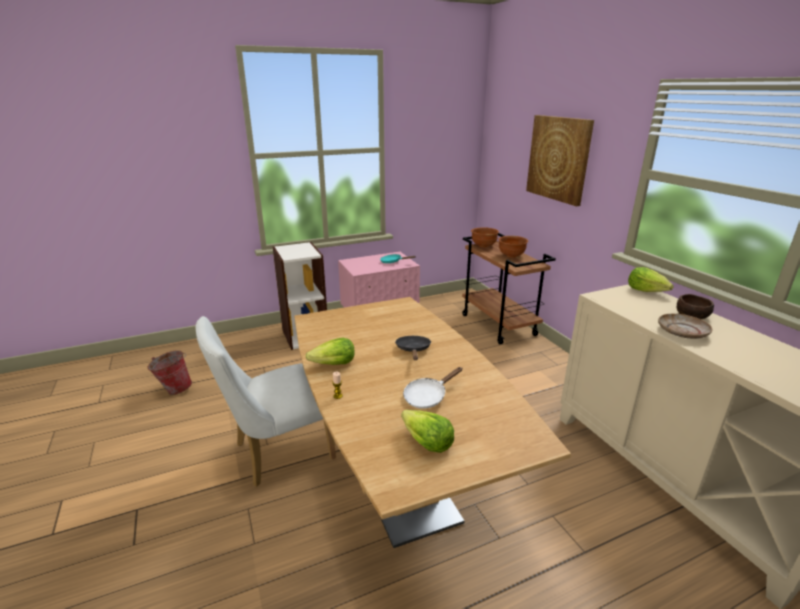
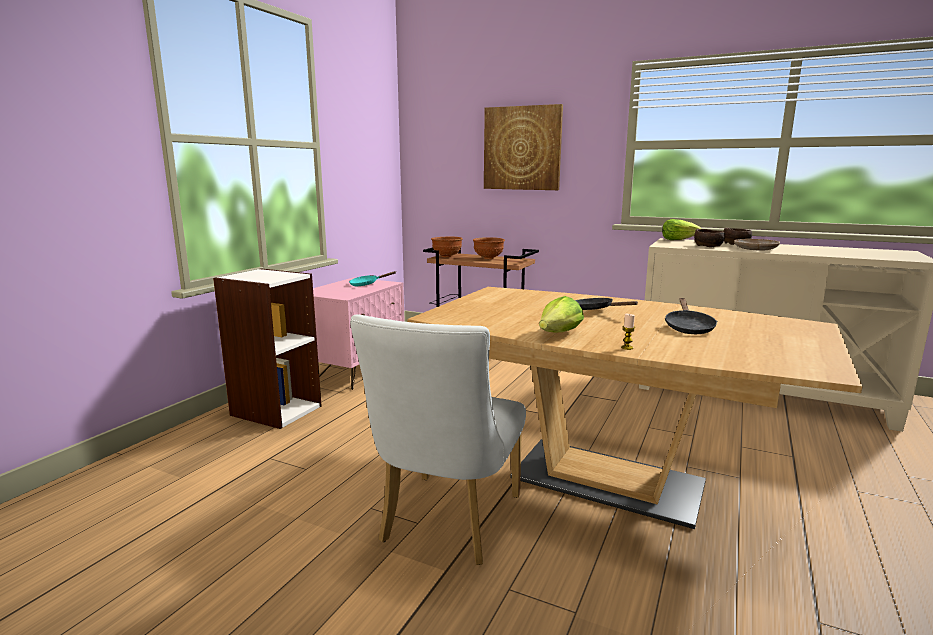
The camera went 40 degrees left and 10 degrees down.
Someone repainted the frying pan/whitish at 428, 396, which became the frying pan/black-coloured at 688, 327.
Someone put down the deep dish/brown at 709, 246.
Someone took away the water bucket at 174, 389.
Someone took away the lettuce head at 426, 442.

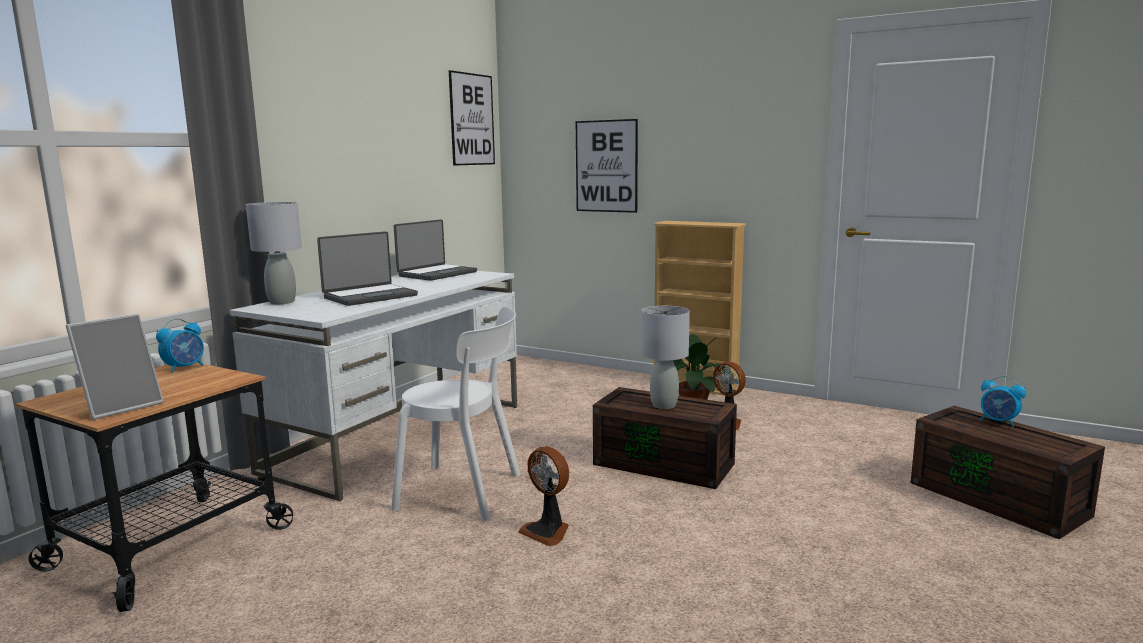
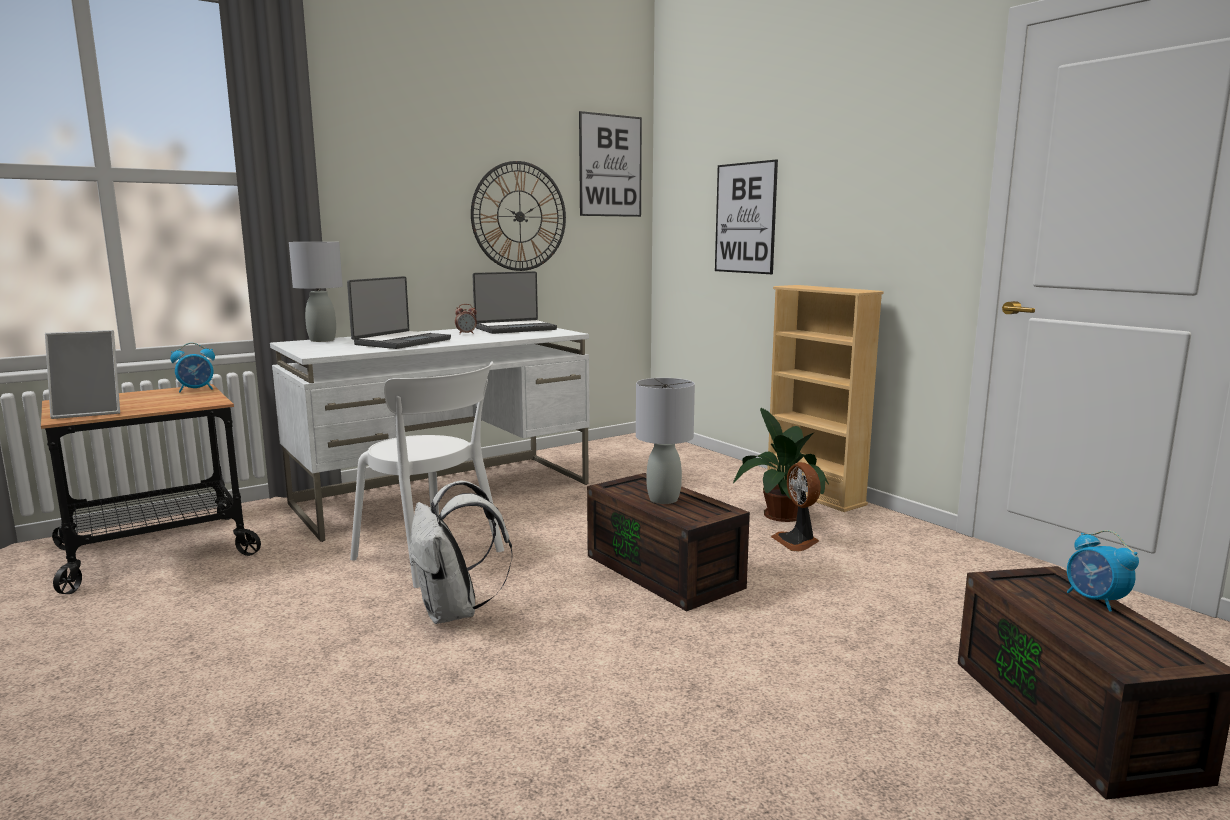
The camera went 25 degrees right and 0 degrees up.
Someone rotated the portable computer at 369, 296 by 45 degrees counterclockwise.
Someone swapped the electric fan at 547, 531 for the rucksack/whitish at 454, 612.
Someone put down the table clock at 466, 333.
Someone put up the hanging clock at 519, 216.

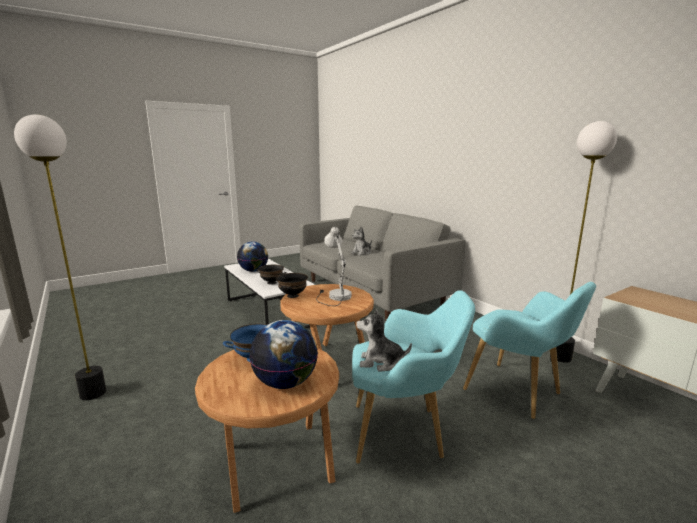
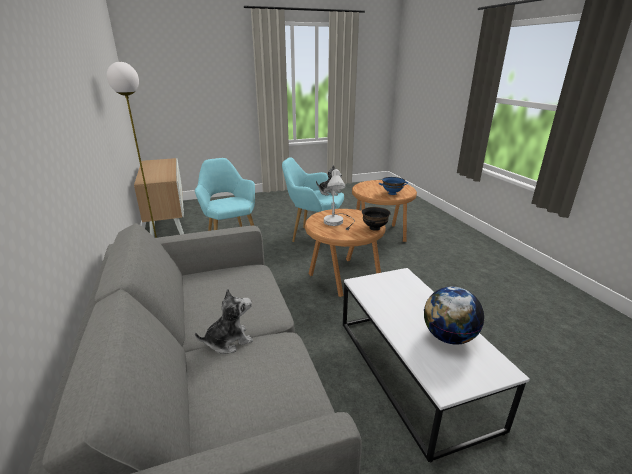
The camera went 165 degrees left and 10 degrees up.
Someone took away the floor lamp at 93, 393.
Someone took away the globe at 286, 383.
Someone took away the deep dish/black-coloured at 272, 282.

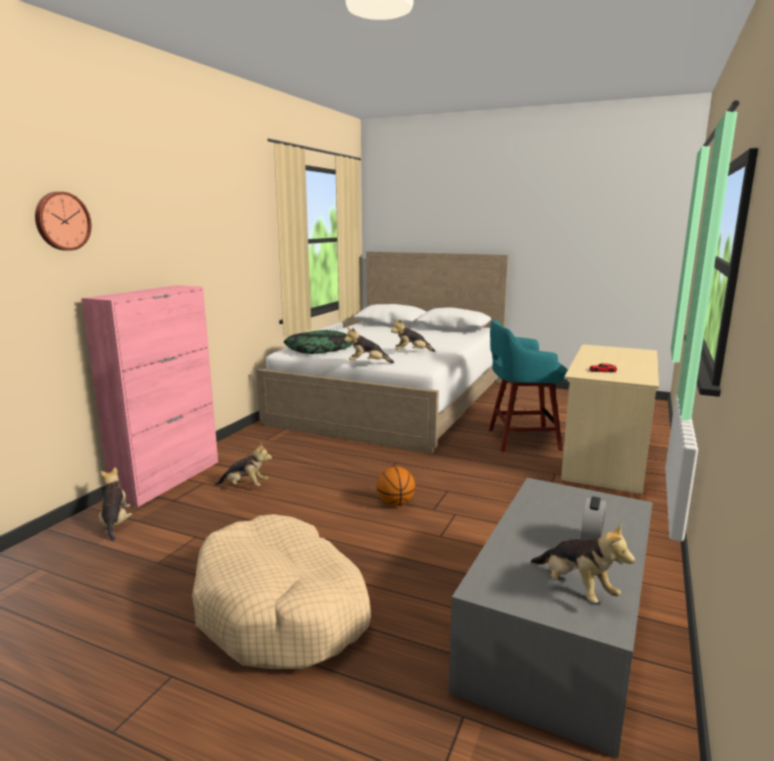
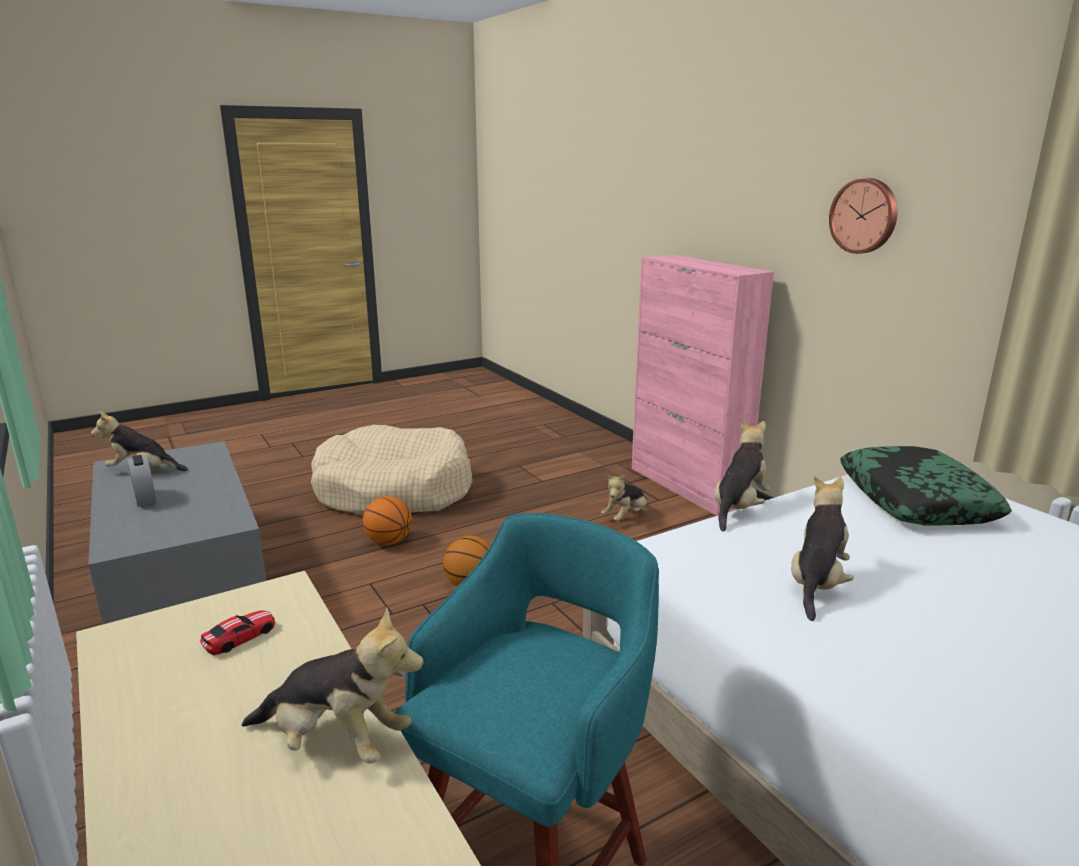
The camera went 125 degrees right and 5 degrees up.
Someone carried the plush toy from 116, 523 to 336, 742.
Someone put down the ball for basketball at 389, 541.
Someone carried the hanging clock from 61, 221 to 864, 216.

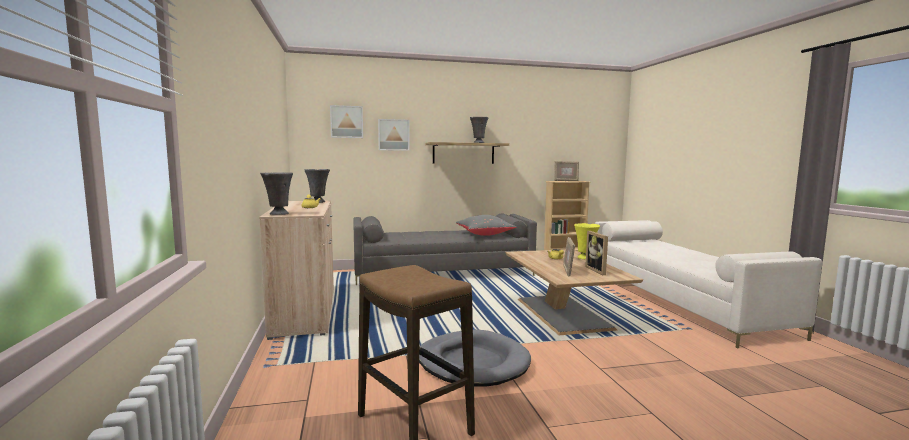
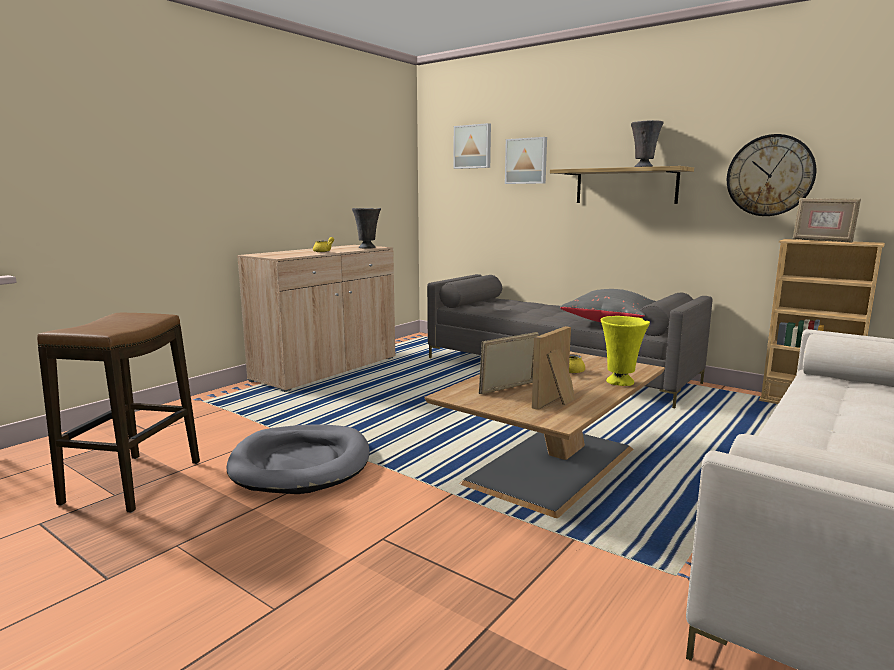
The camera went 50 degrees right and 5 degrees up.
Someone put up the hanging clock at 770, 175.
Someone took away the flower vase/gray at 278, 214.

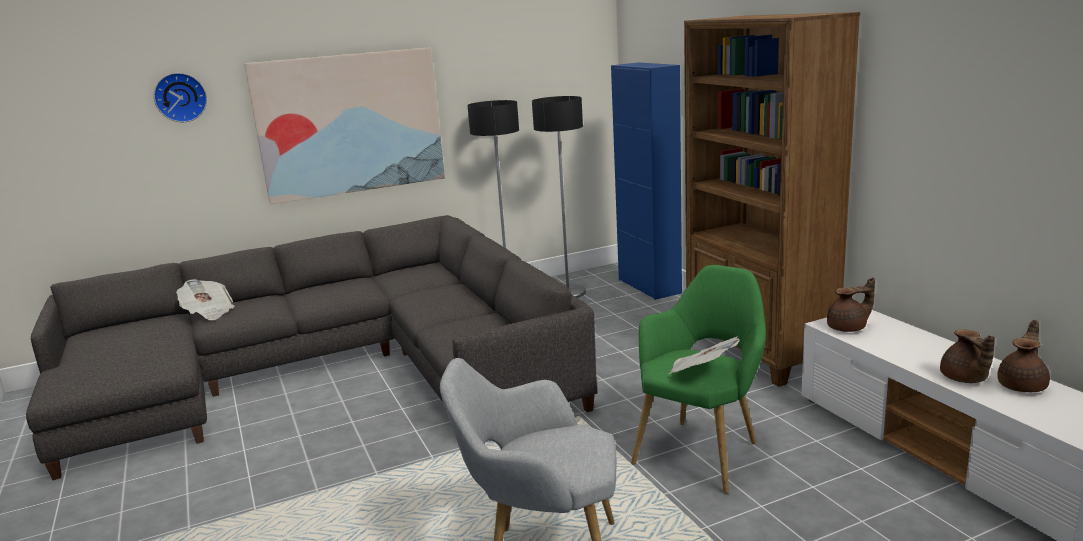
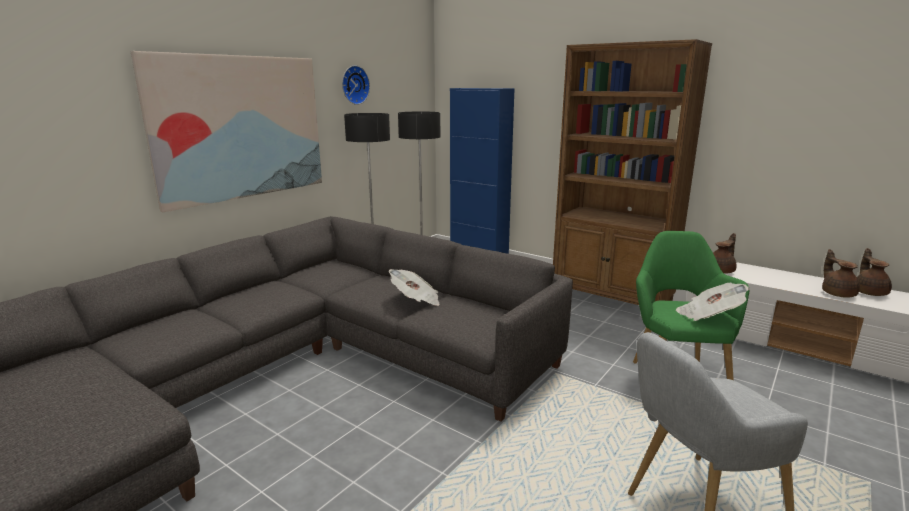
The camera went 30 degrees left and 0 degrees up.
Someone carried the hanging clock from 180, 97 to 354, 85.
Someone carried the daily paper from 208, 312 to 416, 300.
Someone rotated the pot for tea/brown at 964, 379 by 150 degrees counterclockwise.

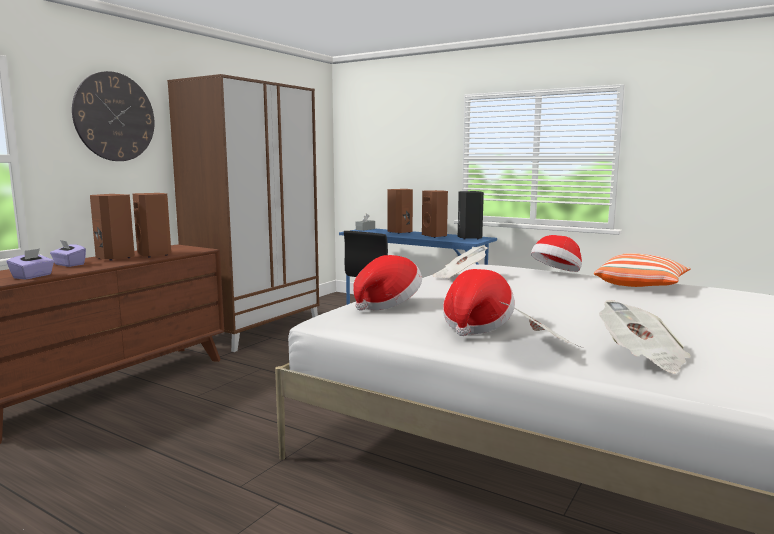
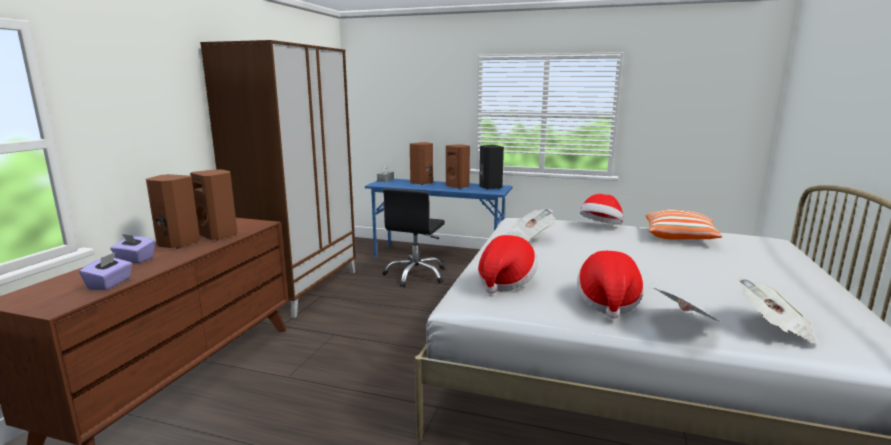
The camera went 15 degrees left and 5 degrees up.
Someone took away the hanging clock at 114, 117.

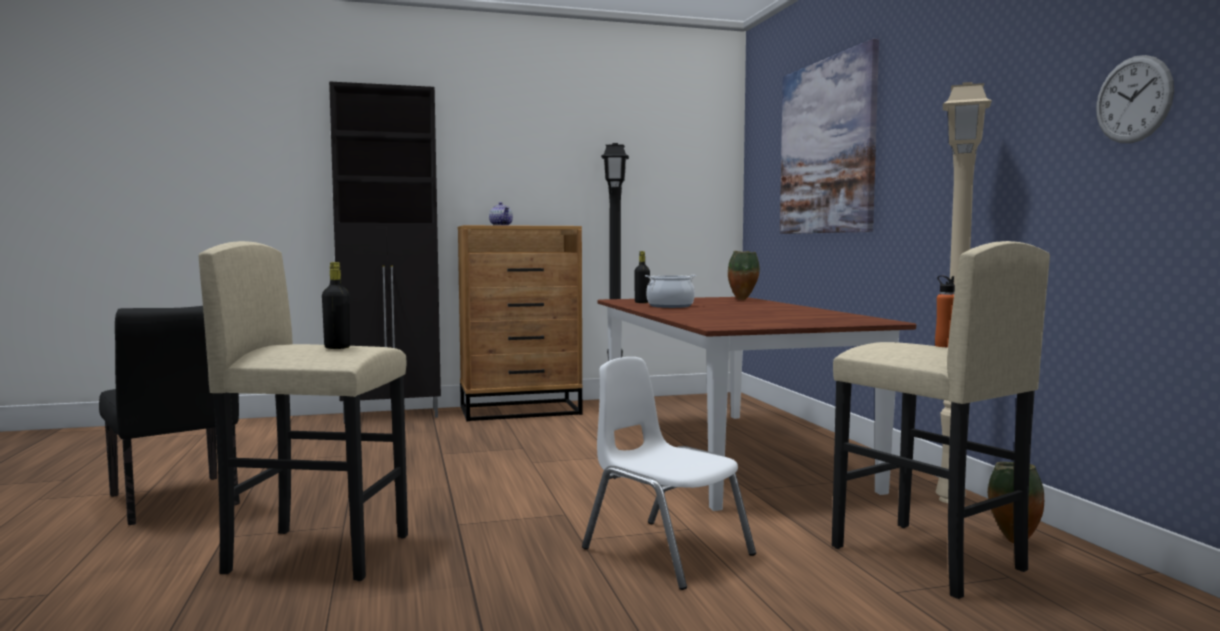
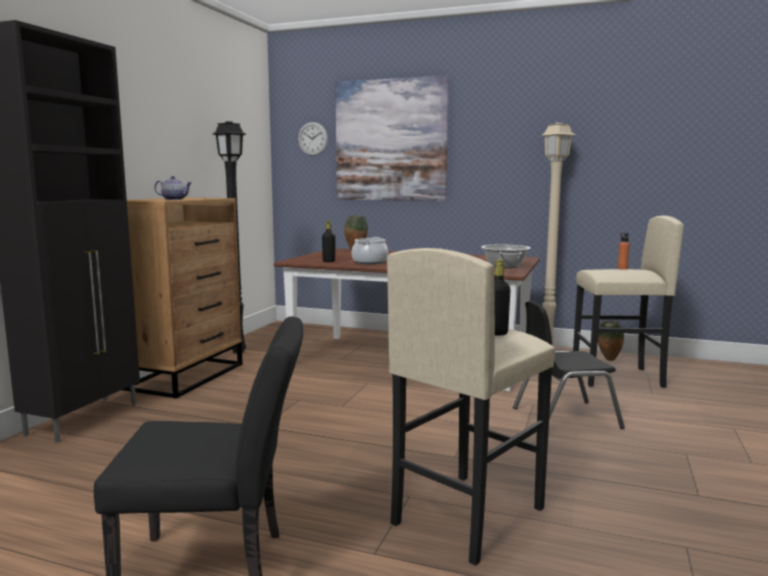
The camera went 55 degrees left and 5 degrees up.
Someone carried the hanging clock from 1133, 99 to 313, 139.
Someone put down the cooking pot at 505, 266.
Someone repainted the plain chair/whitish at 666, 552, which became the plain chair/black-coloured at 564, 417.

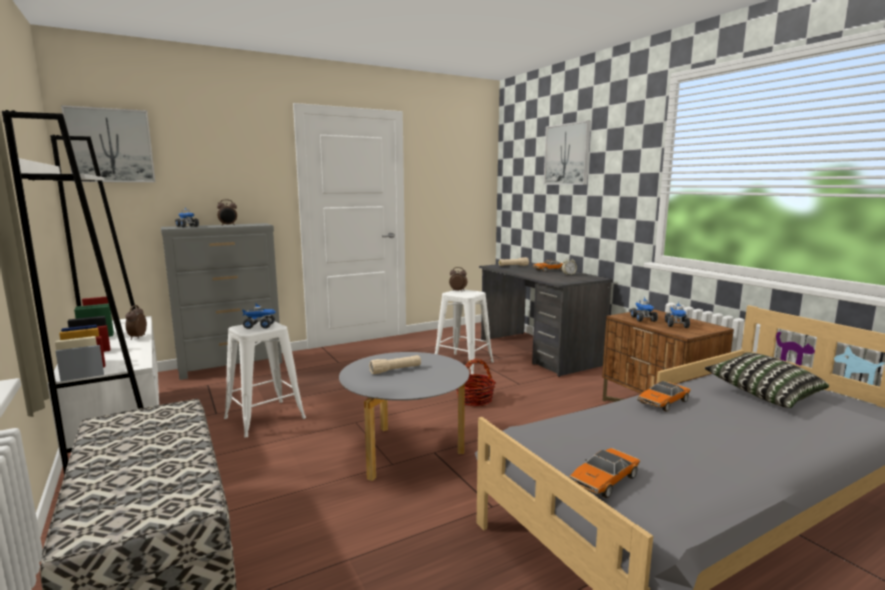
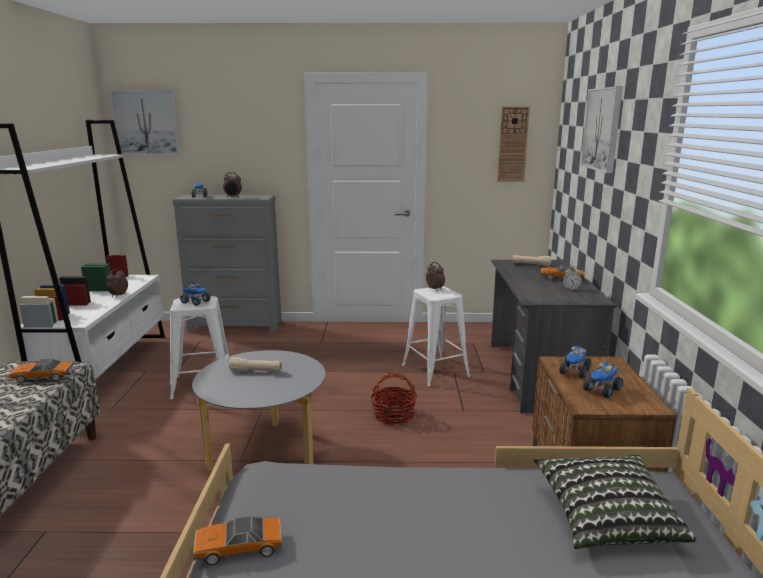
The camera went 30 degrees right and 5 degrees up.
Someone carried the model car from 663, 402 to 43, 377.
Someone put up the hanging clock at 512, 144.

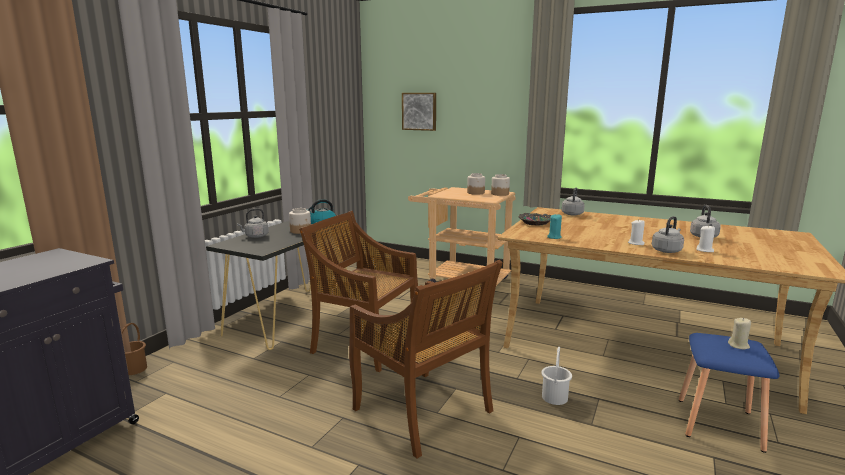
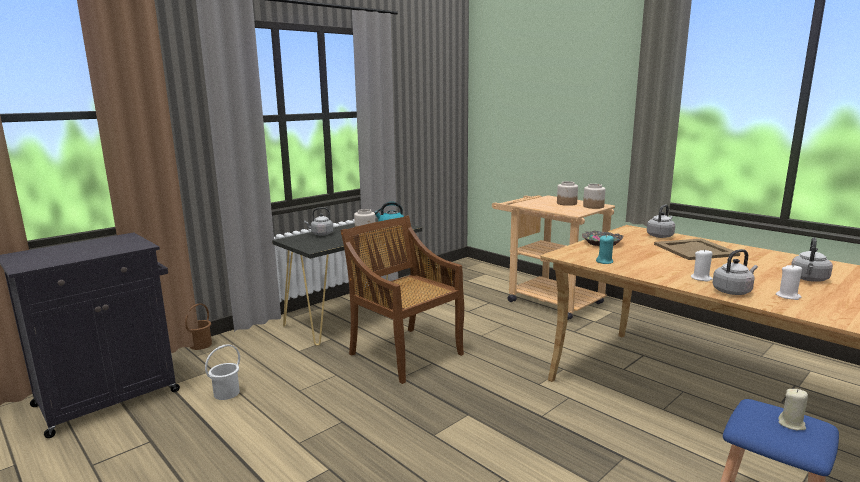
The camera went 20 degrees right and 0 degrees up.
Someone carried the water bucket/whitish from 555, 397 to 227, 393.
Someone put down the tray/sand-coloured at 696, 250.
Someone took away the plain chair/brown at 424, 412.
Someone took away the picture at 419, 111.

